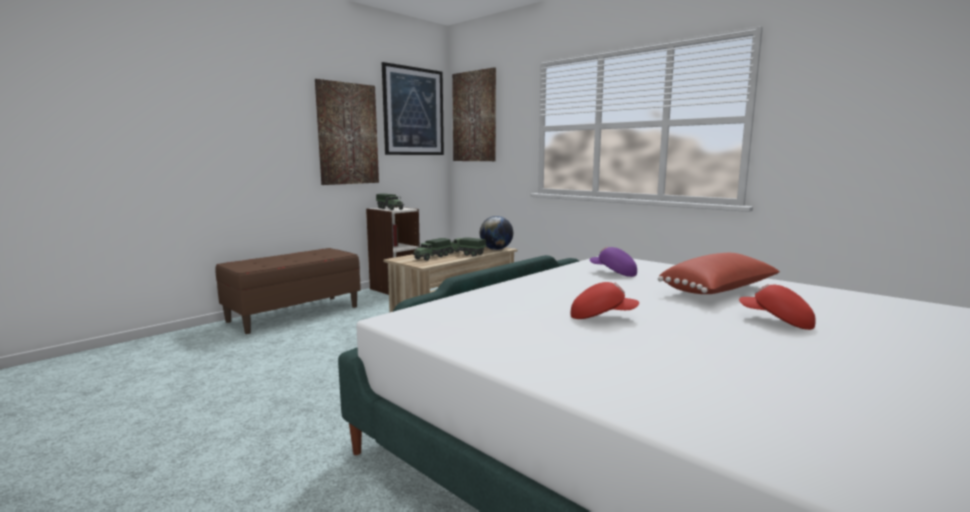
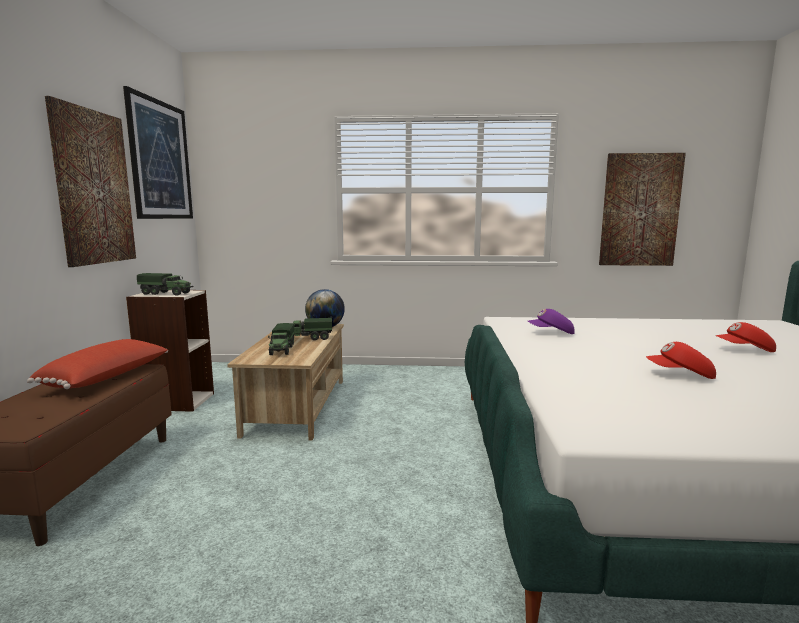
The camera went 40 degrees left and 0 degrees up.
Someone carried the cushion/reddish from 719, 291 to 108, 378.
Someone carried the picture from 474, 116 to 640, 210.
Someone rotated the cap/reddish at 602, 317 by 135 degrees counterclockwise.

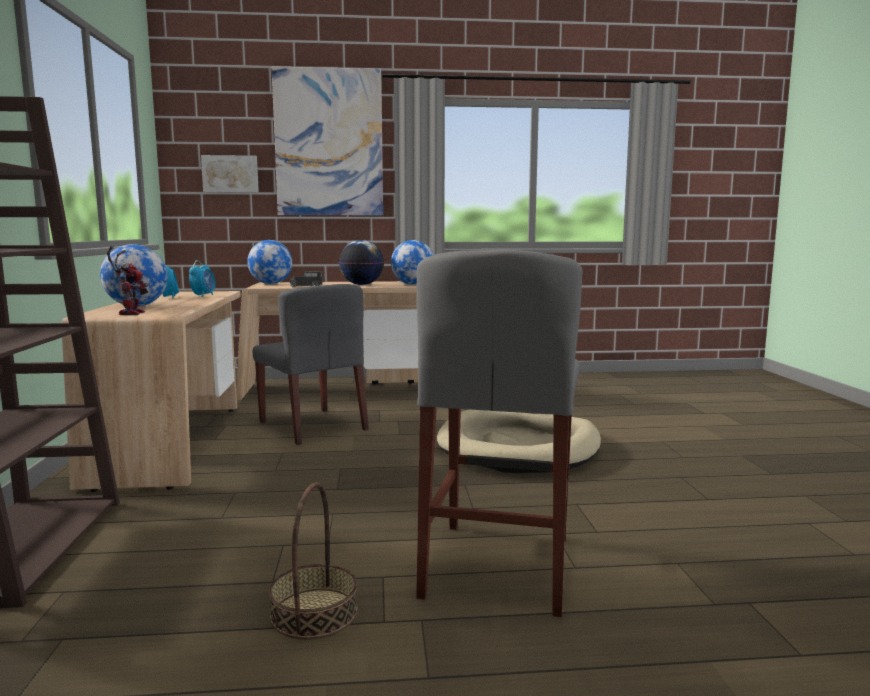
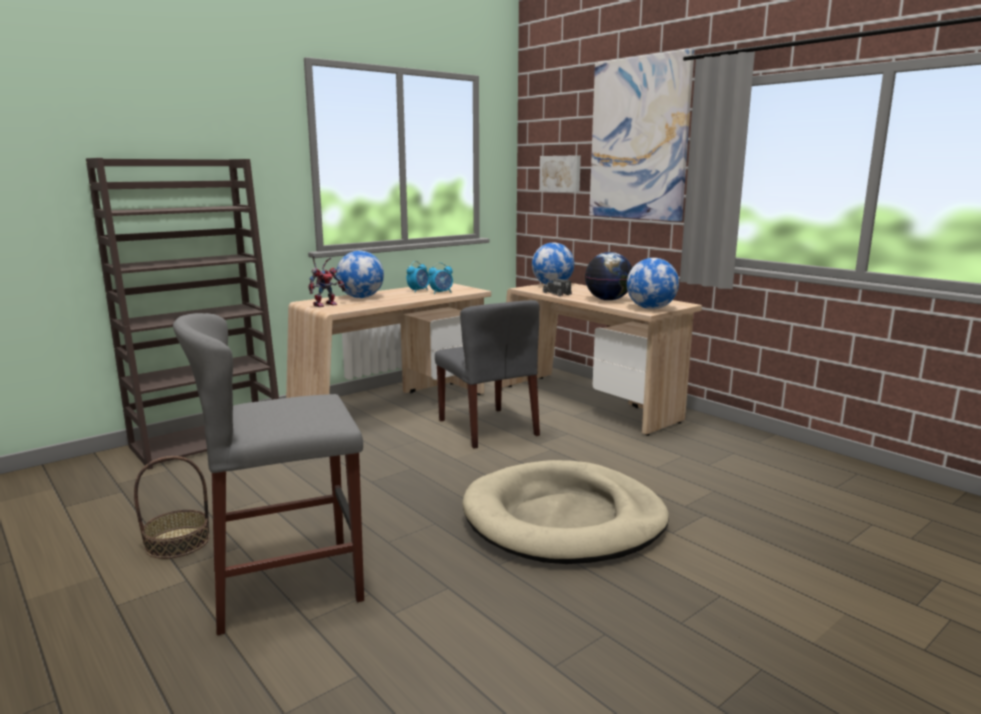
The camera went 55 degrees right and 5 degrees up.
Someone rotated the plain chair/gray at 313, 426 by 45 degrees counterclockwise.

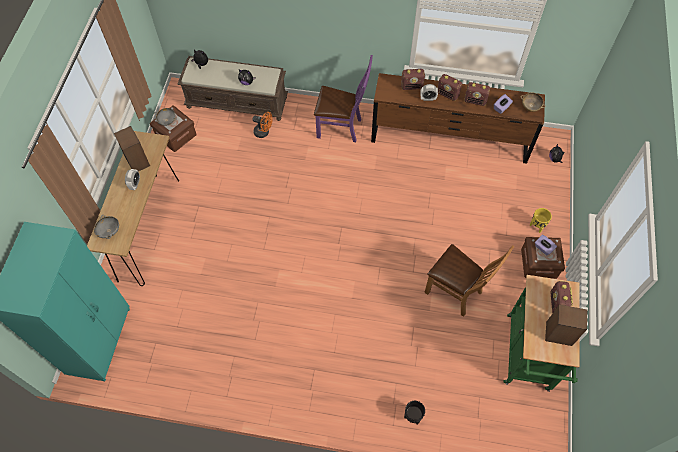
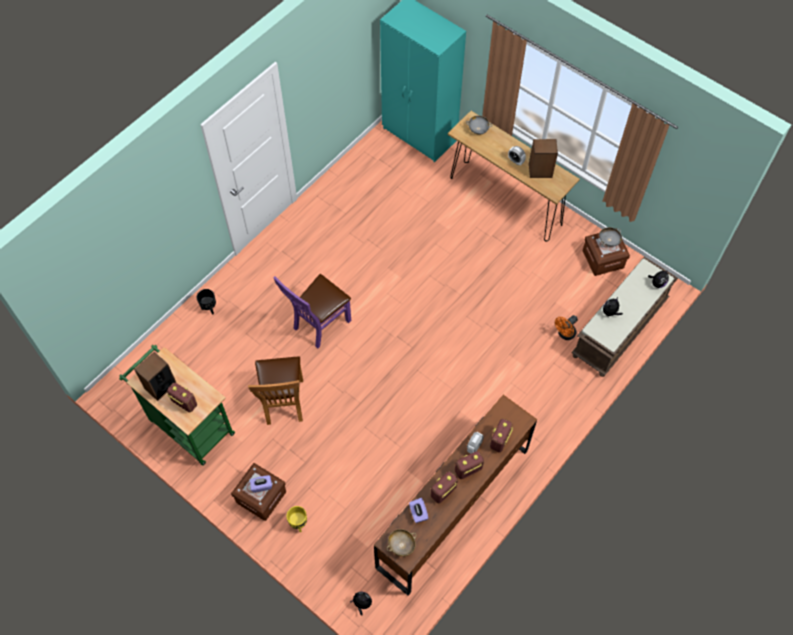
The camera went 120 degrees right and 0 degrees up.
Someone rotated the plain chair/brown at 456, 293 by 75 degrees counterclockwise.
Someone carried the plain chair/purple-coloured from 342, 128 to 318, 325.

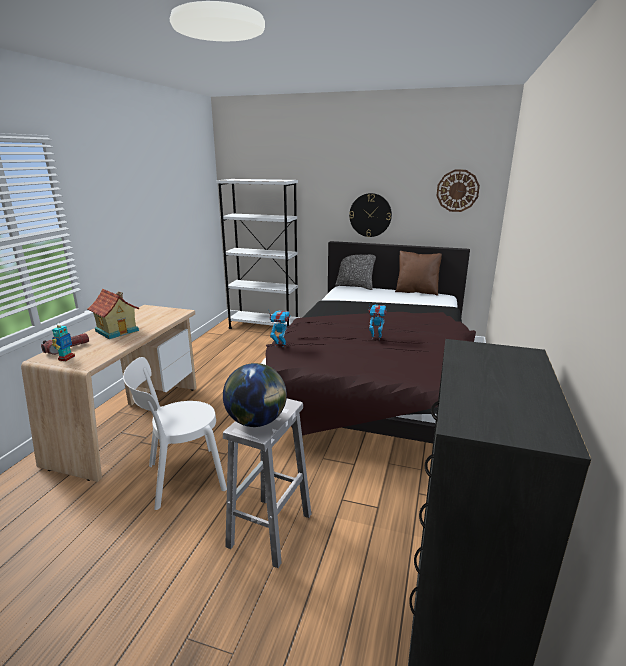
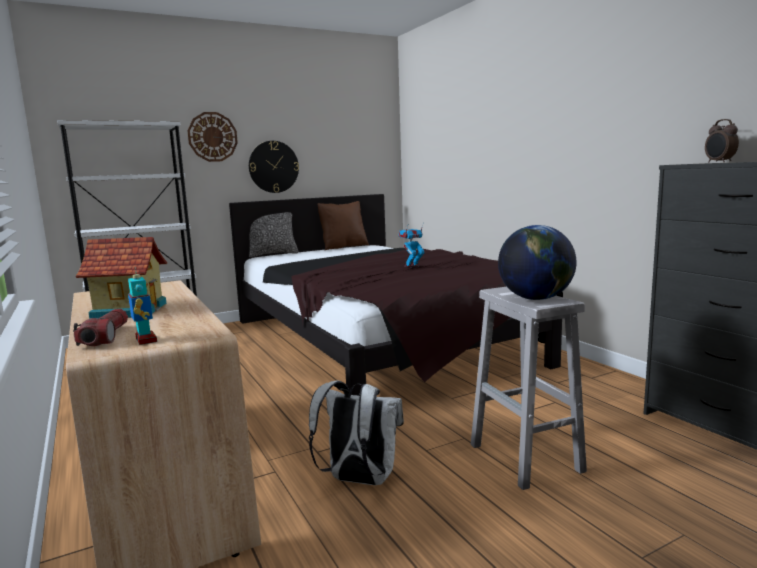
The camera went 45 degrees left and 10 degrees down.
Someone carried the hanging clock from 457, 190 to 212, 137.
Someone swapped the plain chair/whitish at 181, 478 for the rucksack/whitish at 358, 480.
Someone put down the table clock at 719, 162.
Someone took away the toy robot at 280, 345.

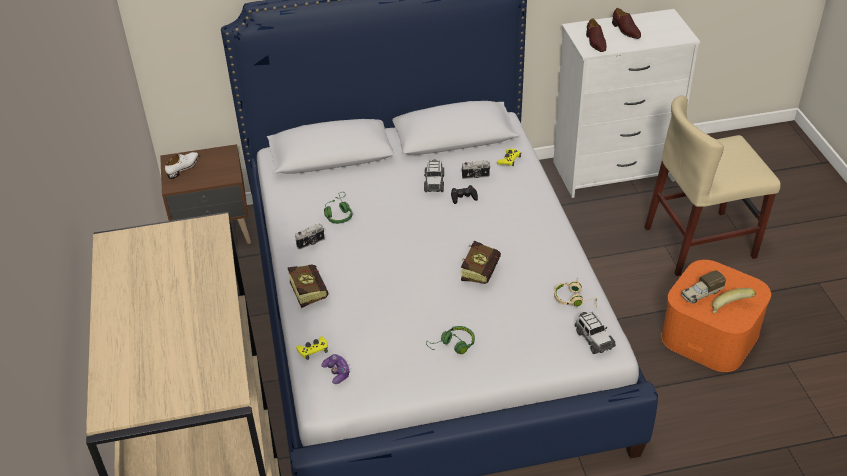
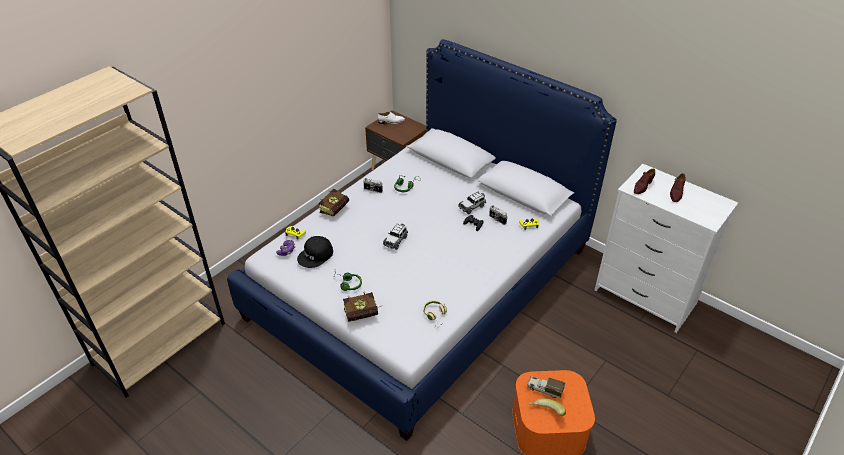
The camera went 50 degrees right and 0 degrees up.
Someone put down the cap/black-coloured at 316, 255.
Someone carried the volume from 481, 270 to 365, 314.
Someone carried the model car from 593, 339 to 396, 240.
Someone took away the plain chair/sand-coloured at 700, 242.

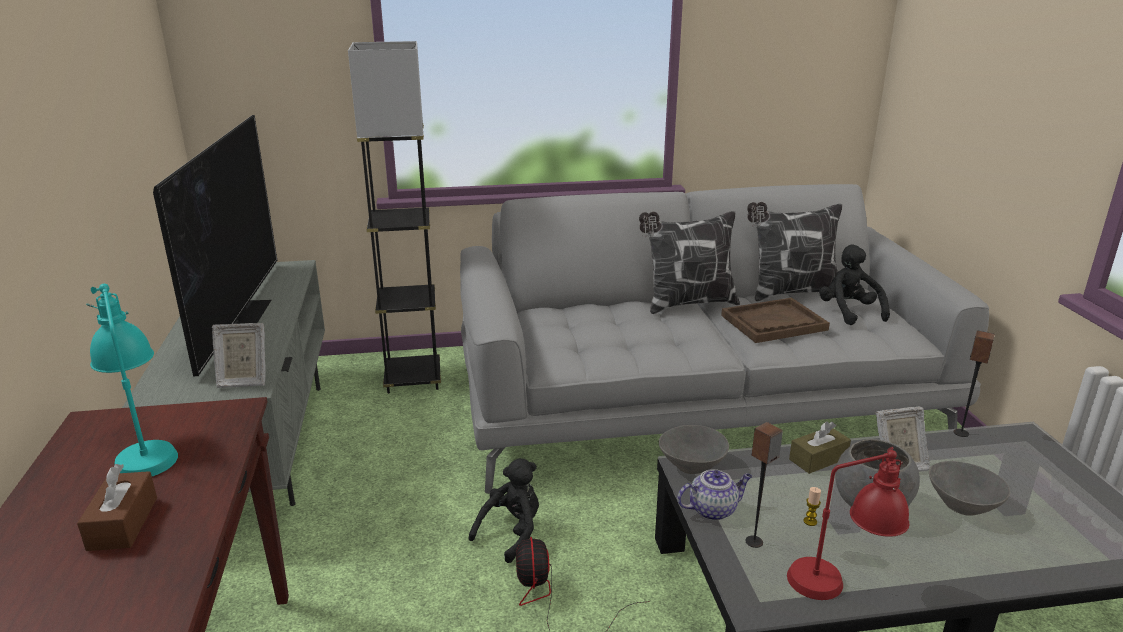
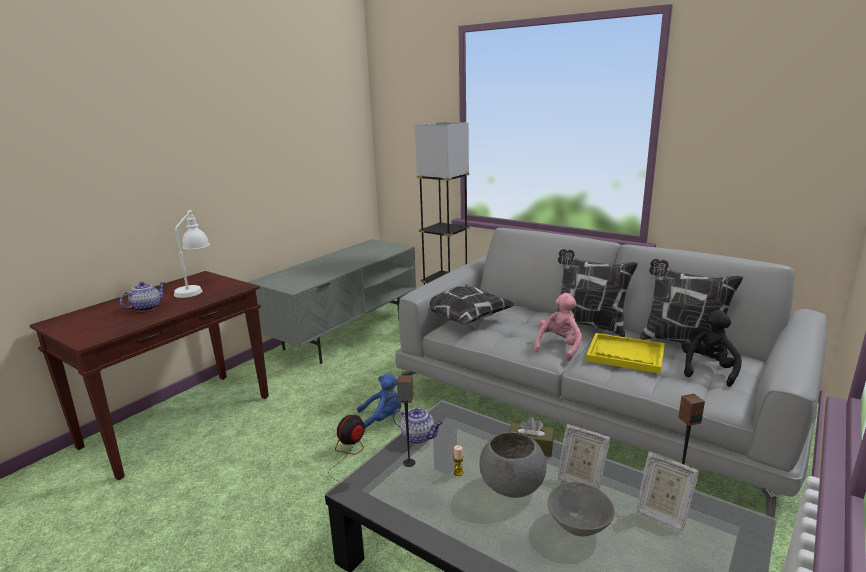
The camera went 45 degrees right and 5 degrees down.
Someone swapped the tissue holder/brown at 123, 523 for the pot for tea at 147, 308.
Someone repainted the table lamp/blue-green at 143, 449, which became the table lamp/whitish at 195, 288.
Someone repainted the plush toy/black-coloured at 511, 532, which became the plush toy/bluish at 382, 419.
Someone put down the cushion at 465, 319.
Someone put down the plush toy/pinkish at 559, 347.
Someone repainted the tray/brown at 773, 323, which became the tray/yellow at 625, 355.
Someone carried the standing frame from 243, 380 to 662, 513.
Someone took away the television at 241, 314.
Someone took away the deep dish/gray at 691, 466.
Someone took away the table lamp/reddish at 840, 583.

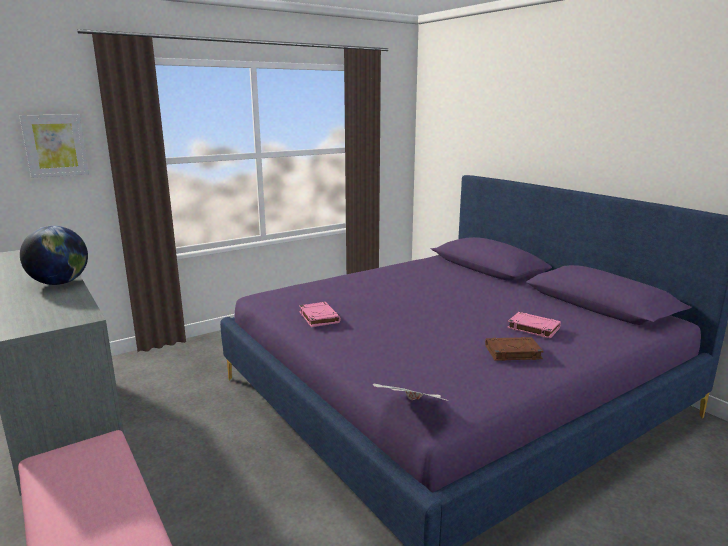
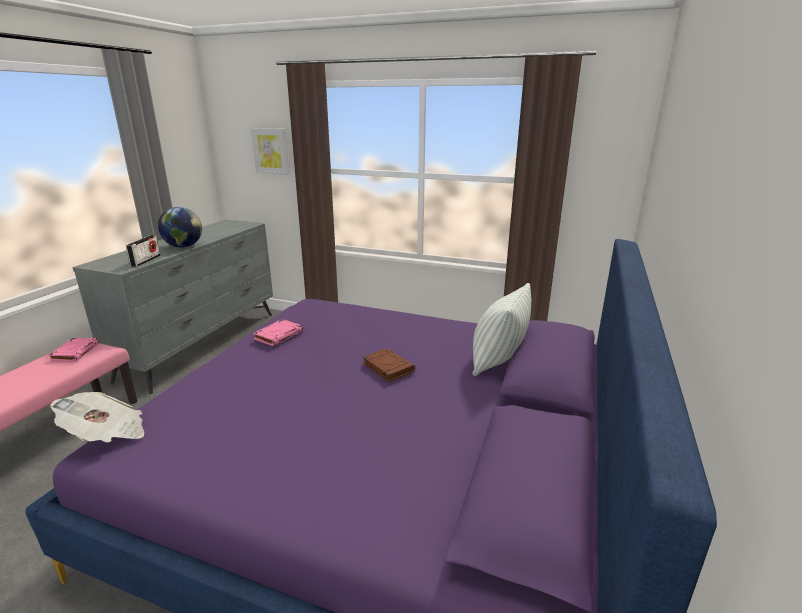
The camera went 55 degrees right and 5 degrees up.
Someone carried the volume/pinkish from 532, 328 to 75, 352.
Someone put down the radio at 146, 261.
Someone carried the volume/brown from 512, 352 to 387, 367.
Someone put down the cushion at 497, 360.

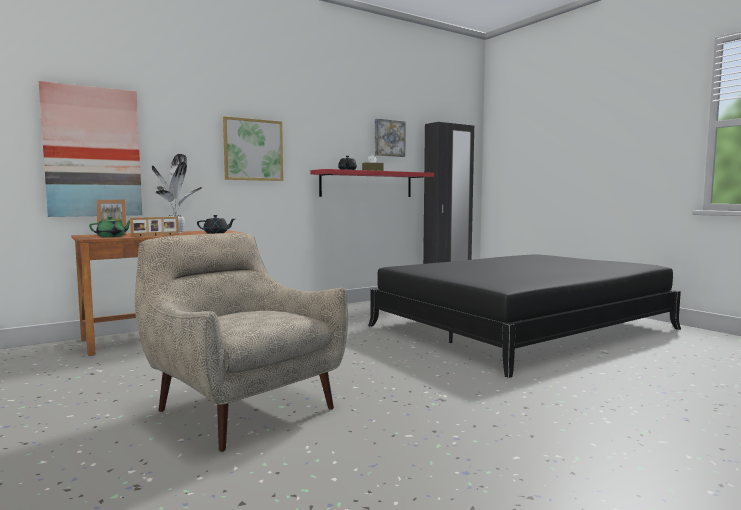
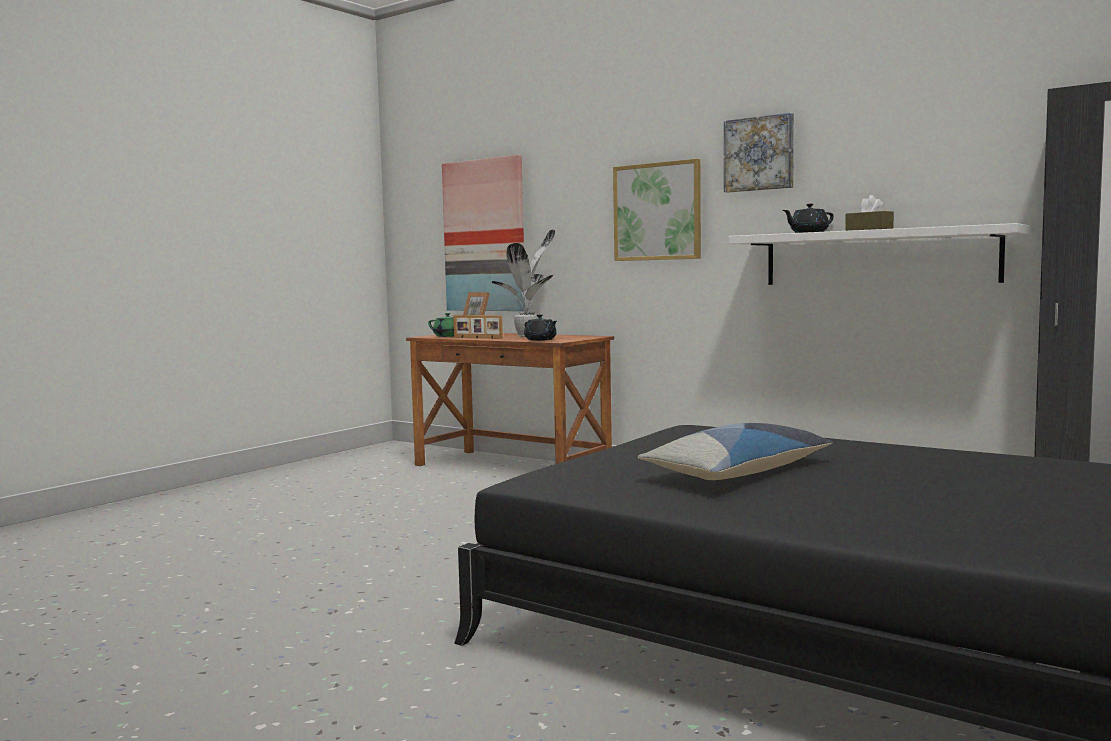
The camera went 70 degrees right and 0 degrees up.
Someone put down the cushion at 739, 472.
Someone carried the picture from 389, 138 to 759, 154.
Someone repainted the bracket shelf/reddish at 367, 184, which became the bracket shelf/whitish at 878, 257.
Someone took away the armchair/sand-coloured at 242, 406.

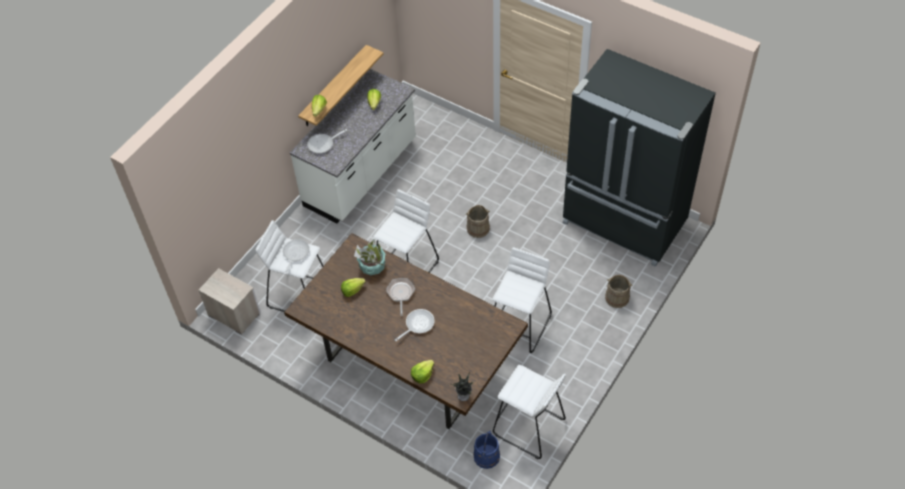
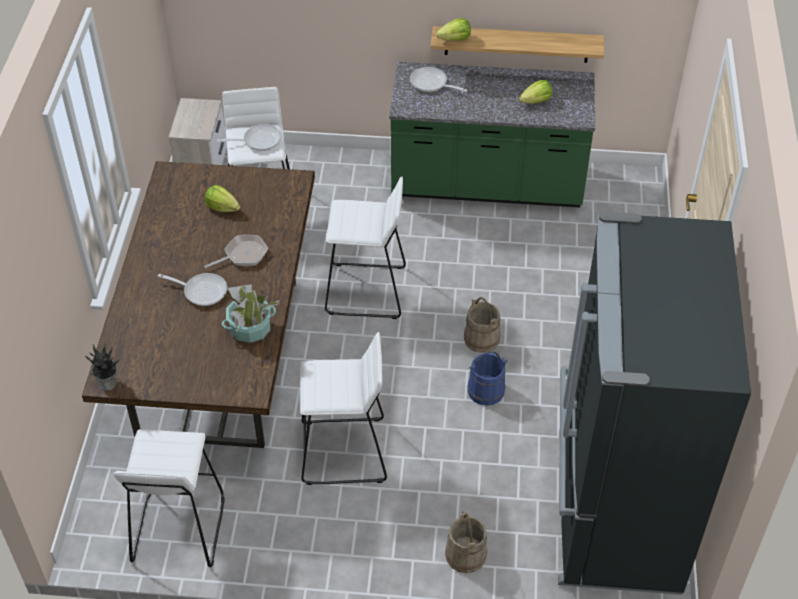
The camera went 60 degrees right and 5 degrees down.
Someone carried the potted plant from 372, 266 to 250, 329.
Someone repainted the kitchen base unit/whitish at 361, 174, which became the kitchen base unit/green-coloured at 487, 185.
Someone carried the water bucket/bluish from 486, 456 to 486, 390.
Someone took away the lettuce head at 422, 375.

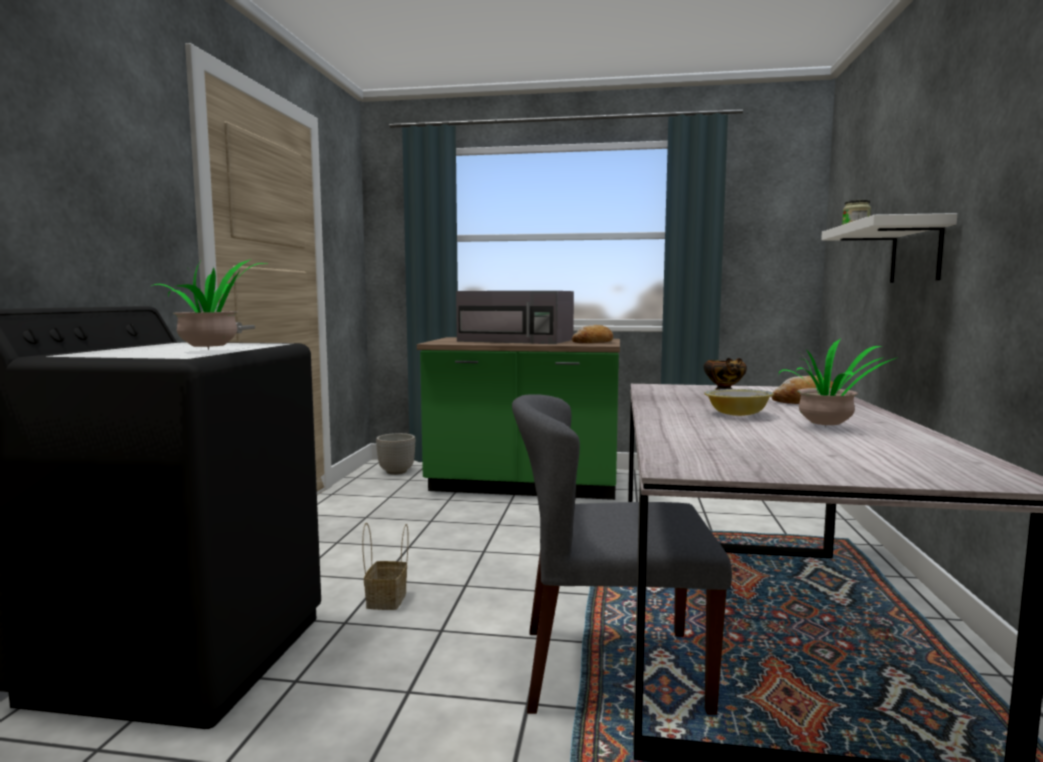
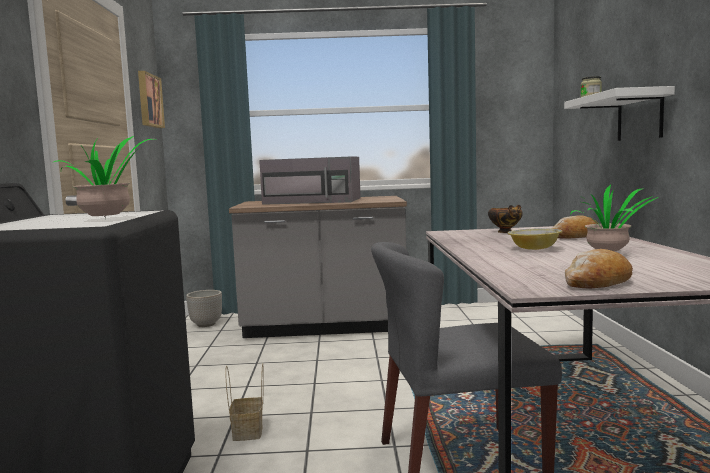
The camera went 10 degrees left and 0 degrees up.
Someone put up the picture at 149, 100.
Someone repainted the kitchen base unit/green-coloured at 524, 486, which became the kitchen base unit/gray at 325, 326.
Someone carried the bread from 593, 342 to 597, 282.

